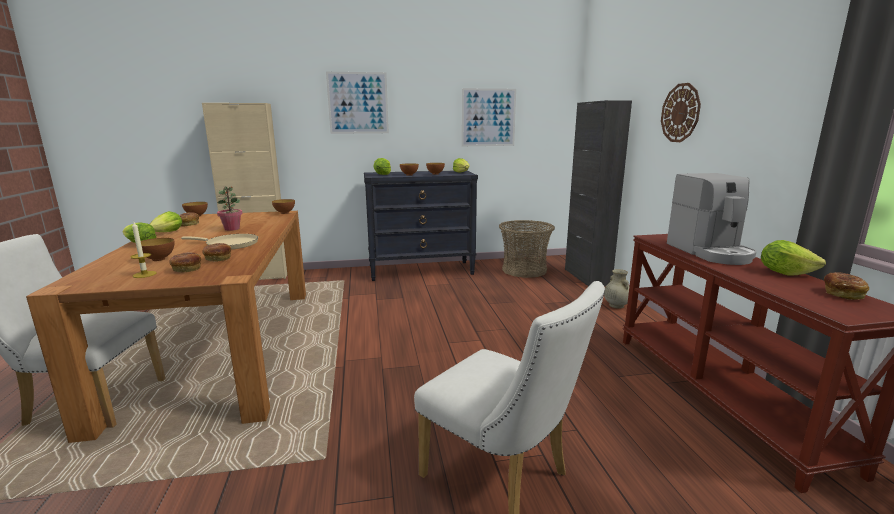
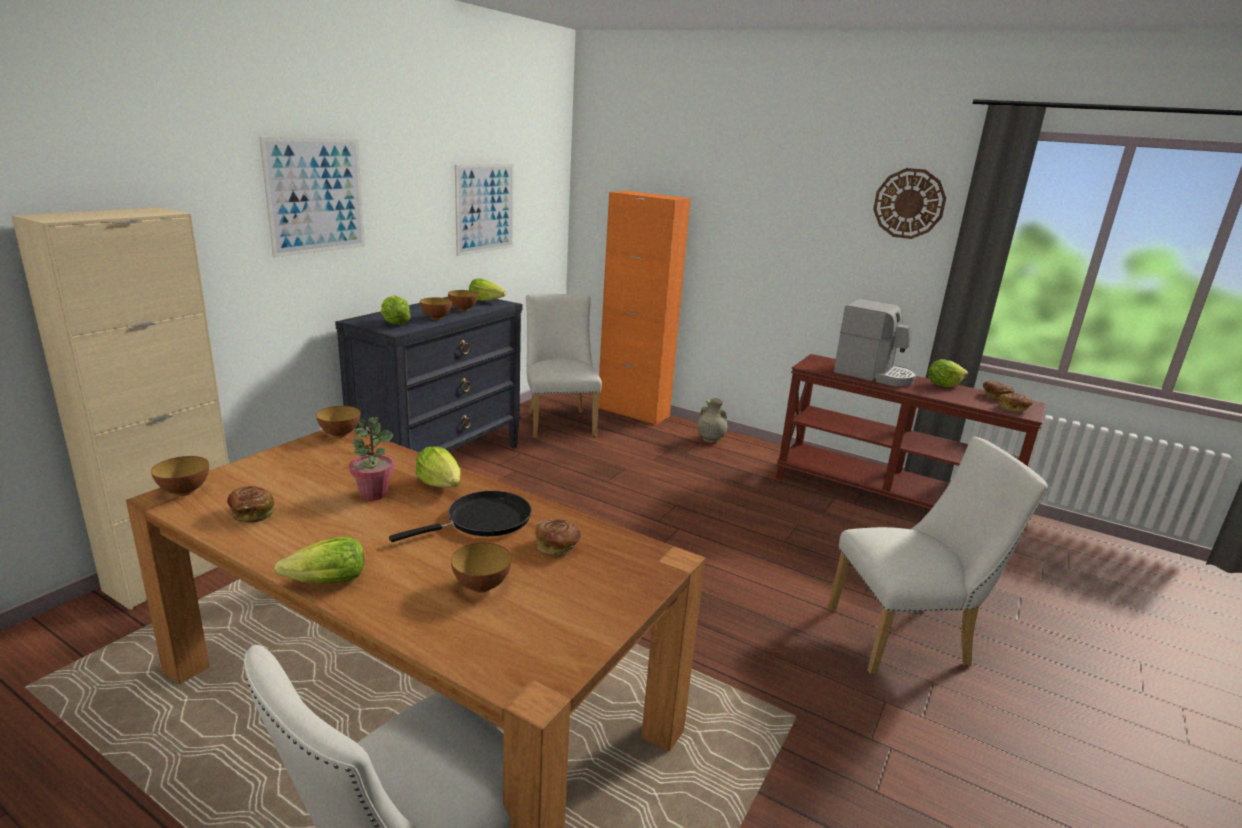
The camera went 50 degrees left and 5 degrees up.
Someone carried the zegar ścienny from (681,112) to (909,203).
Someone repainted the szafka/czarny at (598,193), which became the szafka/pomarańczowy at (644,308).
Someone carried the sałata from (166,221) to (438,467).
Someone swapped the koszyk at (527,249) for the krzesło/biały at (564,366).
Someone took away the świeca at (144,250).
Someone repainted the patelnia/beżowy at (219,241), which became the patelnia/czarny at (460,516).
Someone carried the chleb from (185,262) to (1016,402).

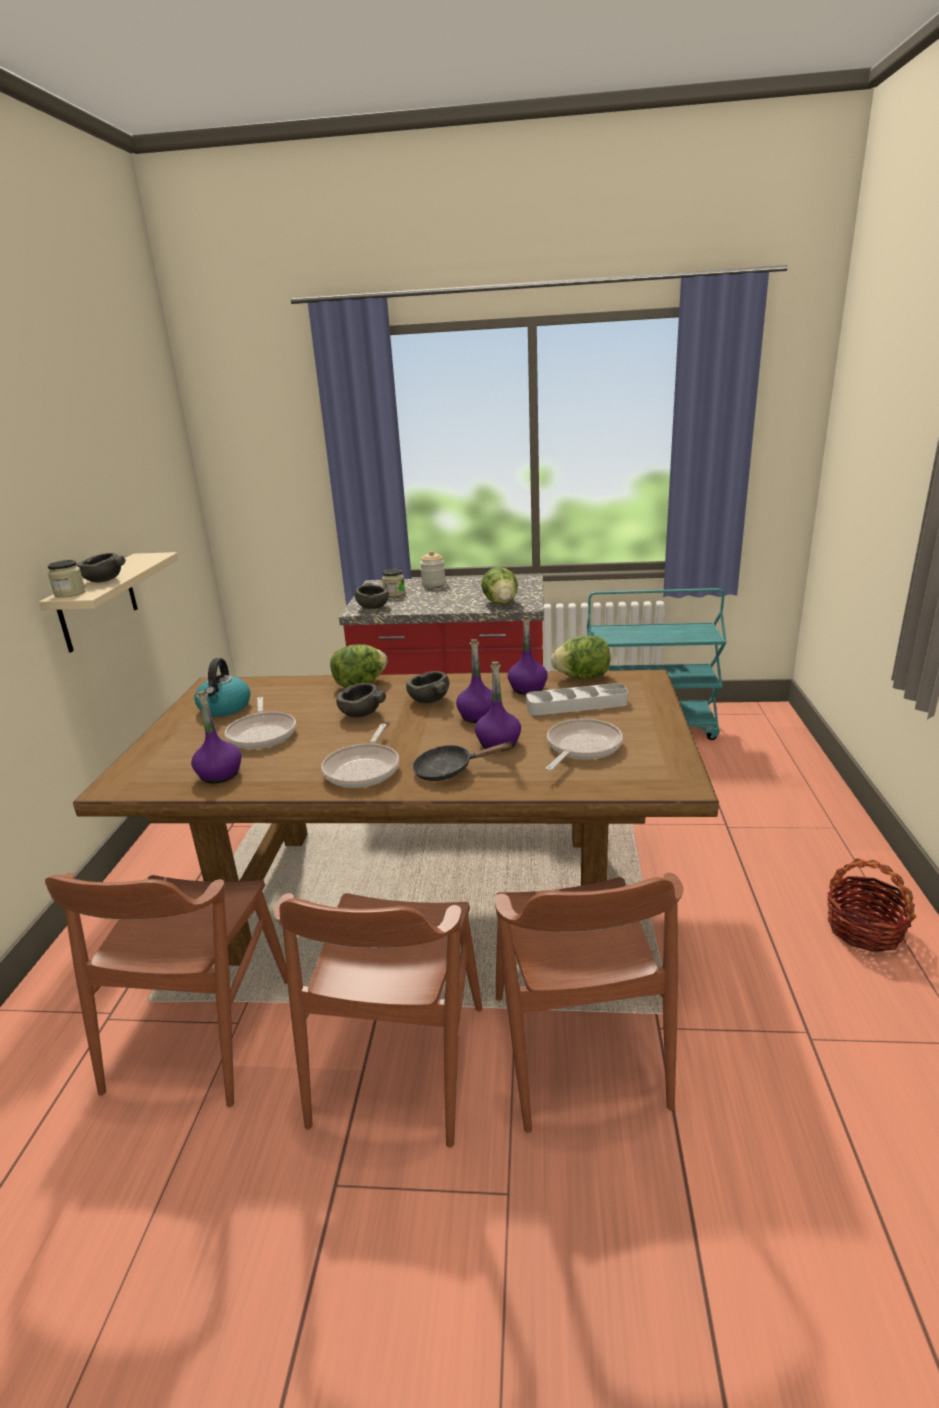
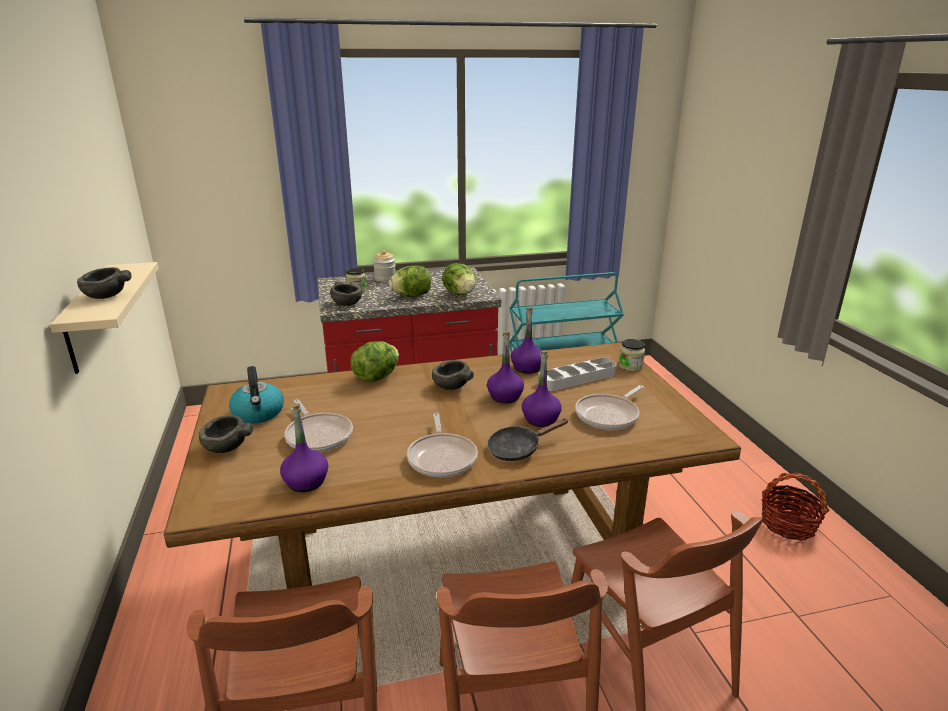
The camera went 20 degrees left and 0 degrees up.
Someone carried the słoik from (67,579) to (632,355).
Someone carried the sałata from (580,657) to (410,281).
Someone carried the miska/szary from (361,700) to (226,434).
Someone rotated the patelnia at (584,745) by 150 degrees counterclockwise.

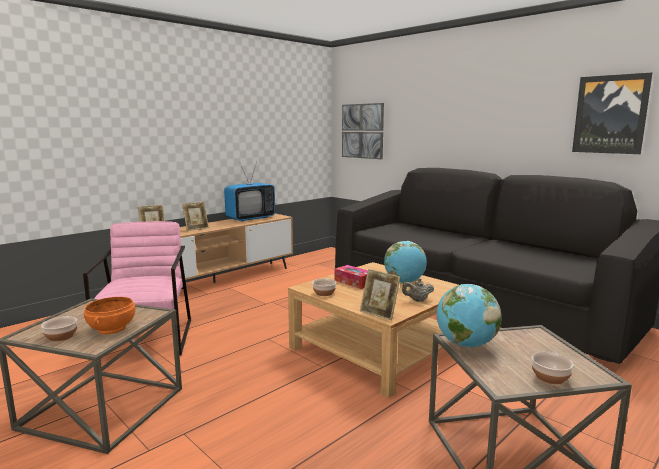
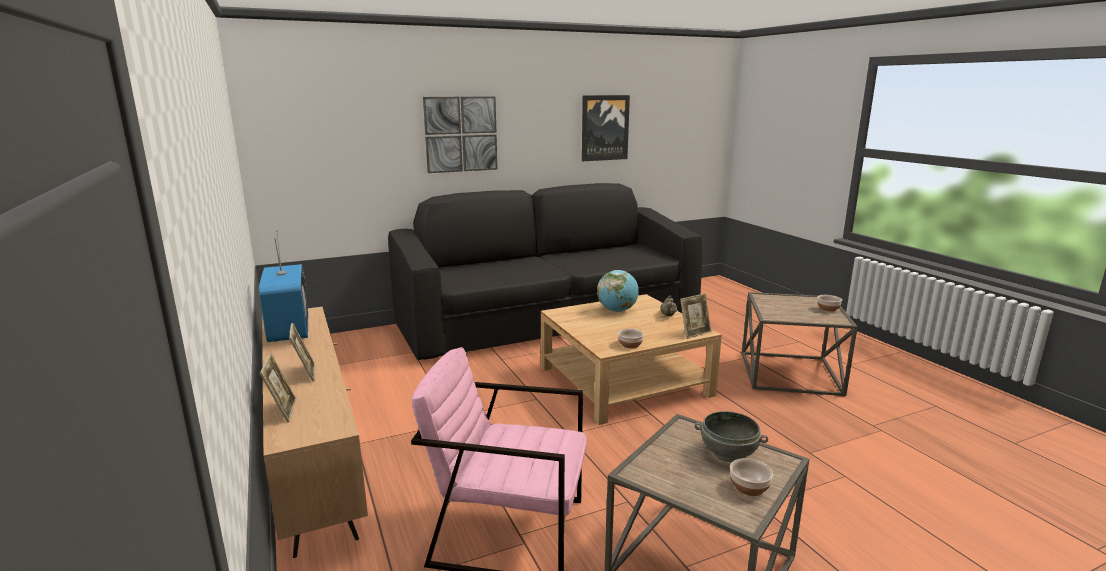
The camera went 70 degrees left and 5 degrees up.
Someone carried the obraz from (363,131) to (460,134).
Someone took away the pudełko chusteczek at (351,277).
Someone took away the globus at (469,315).
Someone repainted the miska/pomarańczowy at (109,315), which became the miska/szary at (731,436).

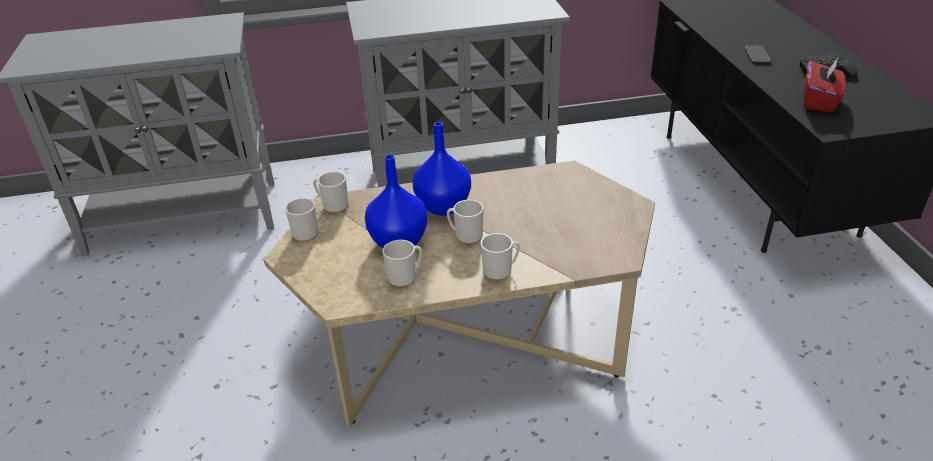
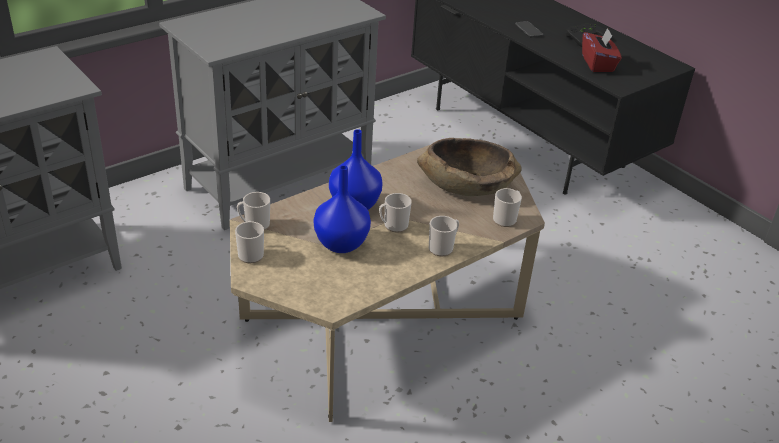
The camera went 30 degrees left and 0 degrees up.
Someone carried the kubek from (402,263) to (507,207).
Someone put down the miska/brązowy at (469,167).

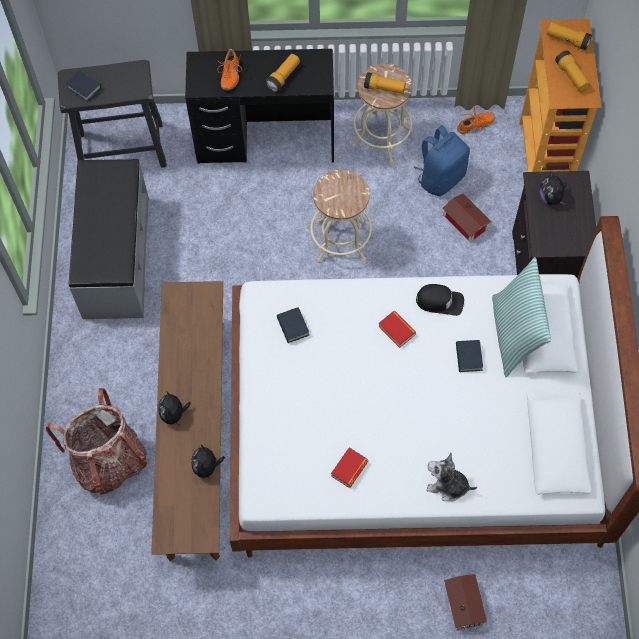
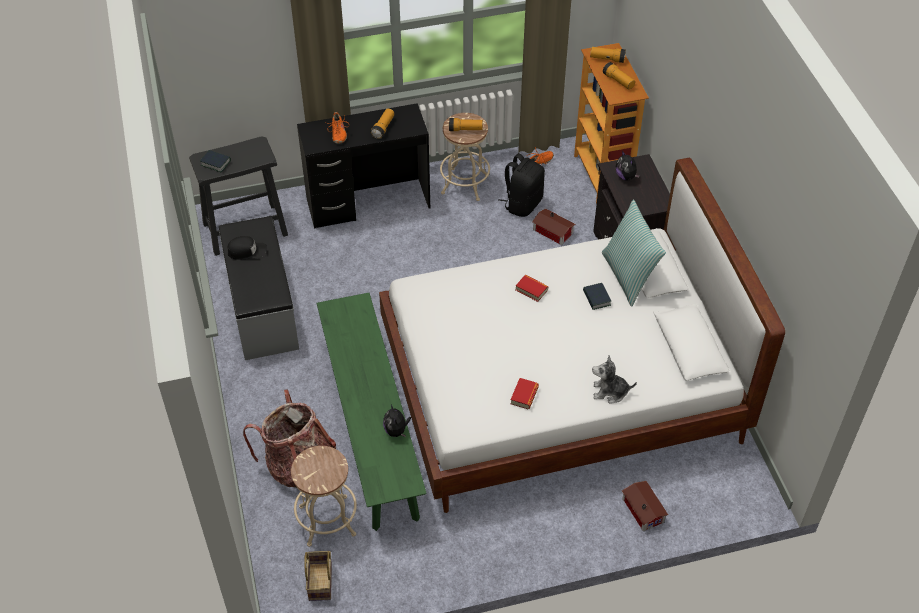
The camera went 15 degrees left and 15 degrees down.
Someone repainted the plecak/niebieski at (442,160), which became the plecak/czarny at (521,185).
Someone carried the stołek/beżowy from (341,216) to (324,496).
Someone repainted the ławka/brązowy at (187,421), which became the ławka/zielony at (372,412).
Someone carried the czapka z daszkiem/czarny from (440,300) to (247,247).
Someone took away the książka at (293,325).
Someone took away the pluszak at (174,408).
Someone put down the koszyk at (318,576).

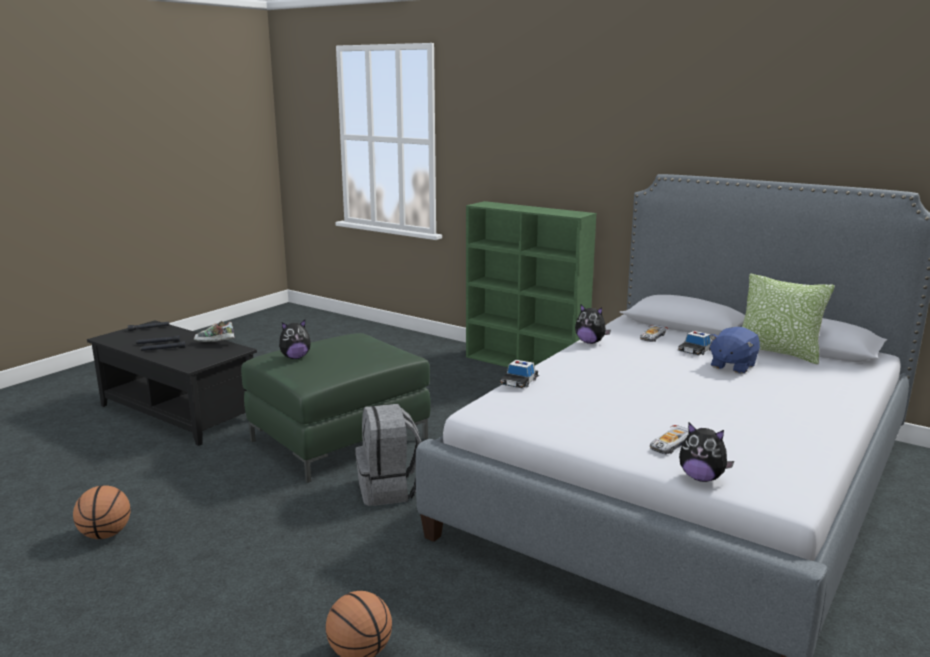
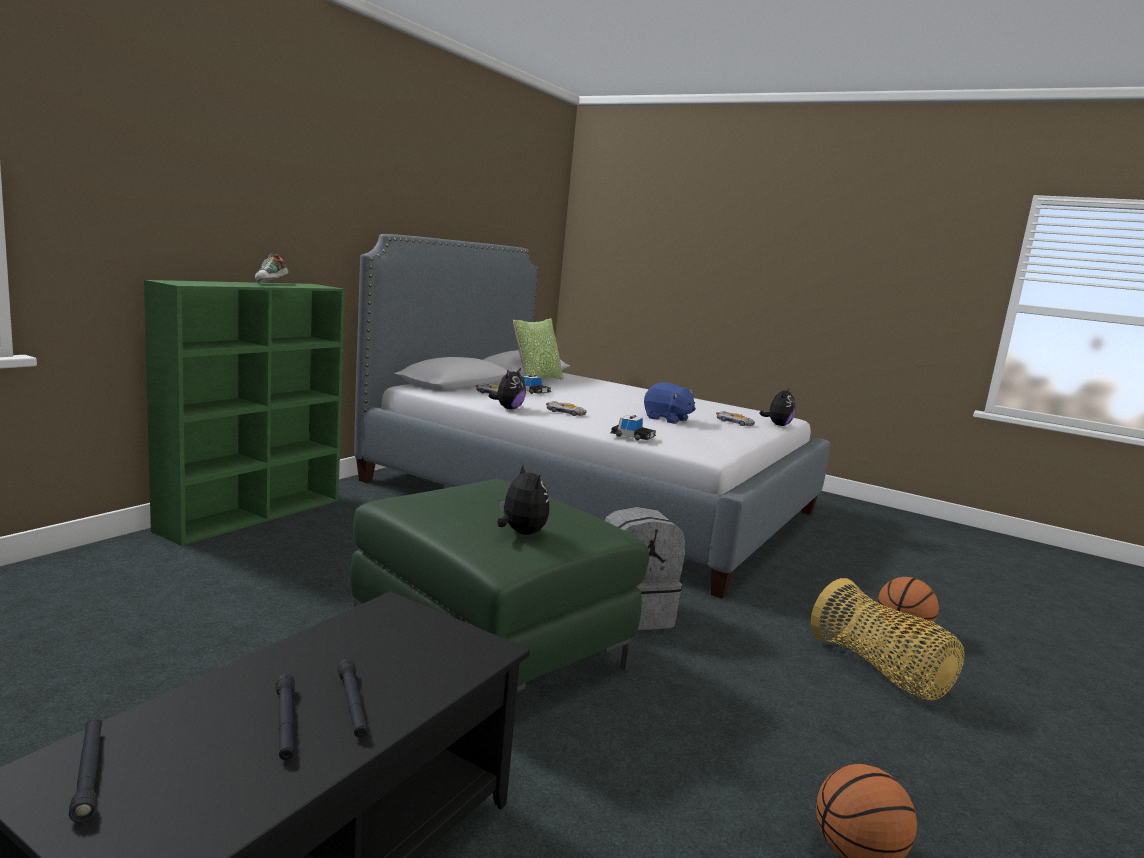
The camera went 95 degrees left and 5 degrees down.
Someone carried the but from (214,331) to (272,268).
Someone carried the pluszak/niebieski from (734,350) to (670,403).
Someone put down the samochodzik at (566,408).
Someone put down the koszyk at (888,639).

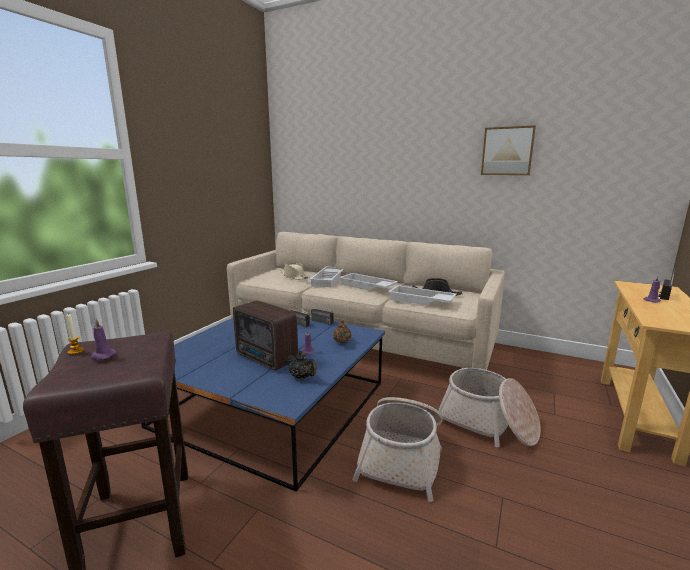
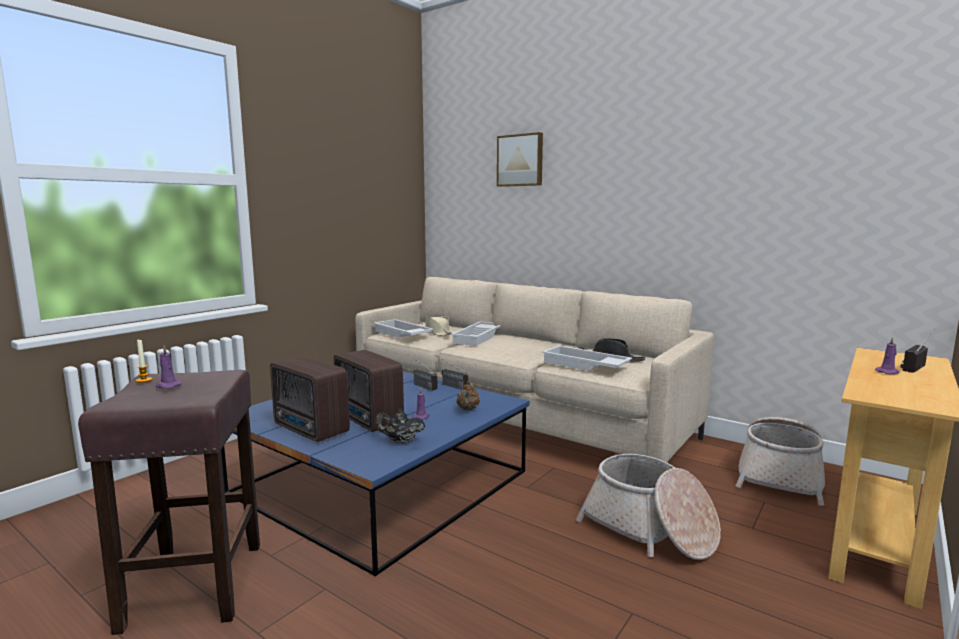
The camera went 10 degrees right and 5 degrees down.
Someone carried the obraz from (508,150) to (520,159).
Someone carried the taca/biały from (368,281) to (403,328).
Someone rotated the imbryk/czarny at (301,365) by 135 degrees clockwise.
Someone carried the koszyk from (397,449) to (780,461).
Someone put down the radio at (310,399).

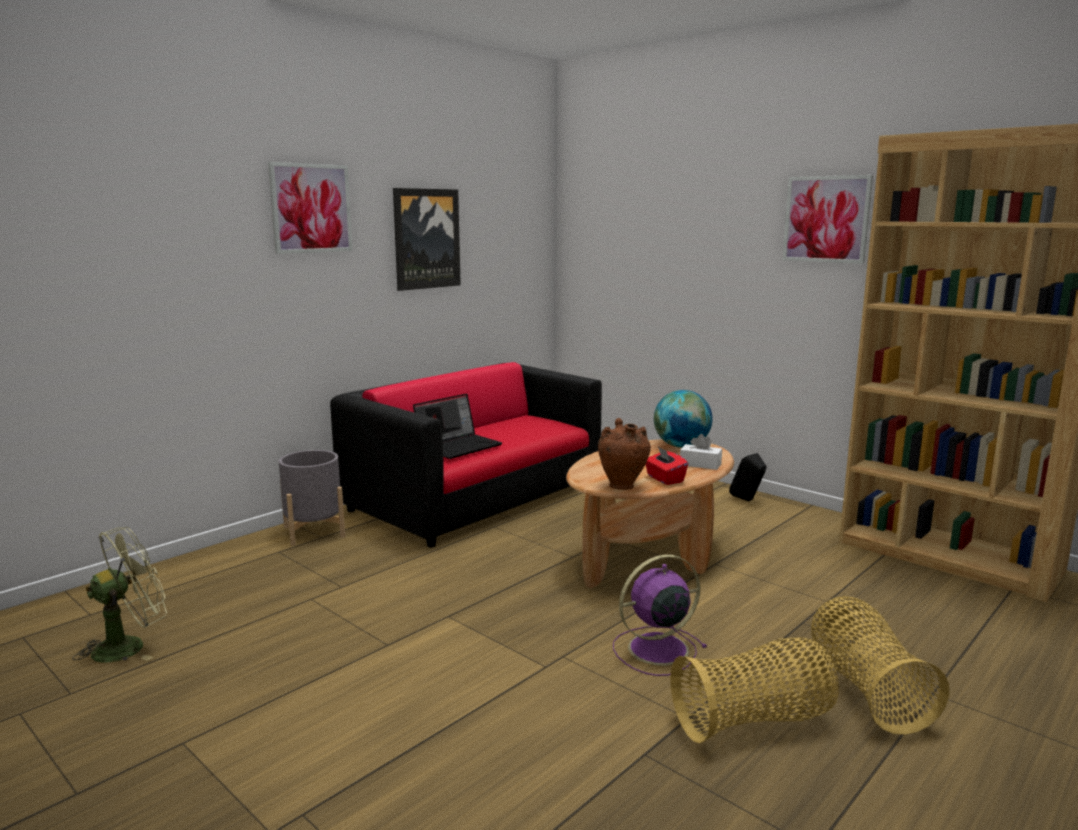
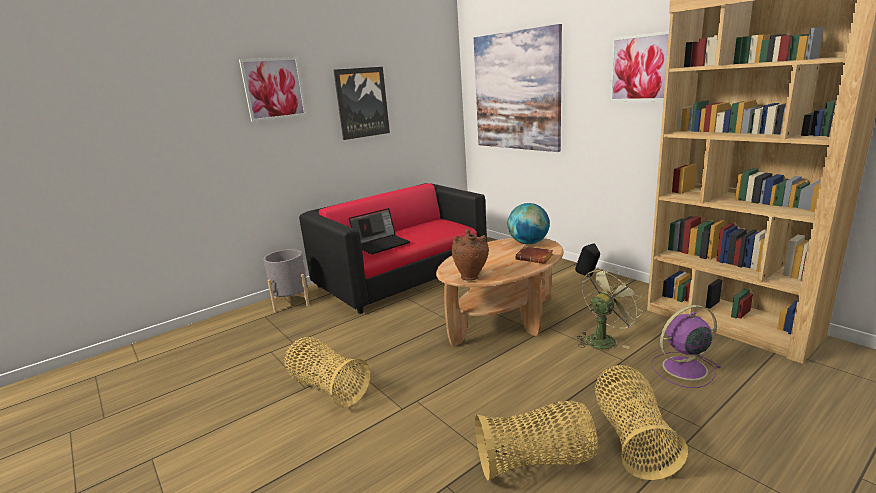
The camera went 10 degrees right and 5 degrees up.
Someone swapped the pudełko chusteczek/biały at (701,452) for the książka/brązowy at (534,255).
Someone took away the pudełko chusteczek/czerwony at (666,466).
Someone carried the wentylator/zielony from (119,595) to (610,308).
Someone carried the wentylator/fioletowy from (660,615) to (686,346).
Someone put up the obraz at (518,88).
Someone put down the koszyk at (327,372).

